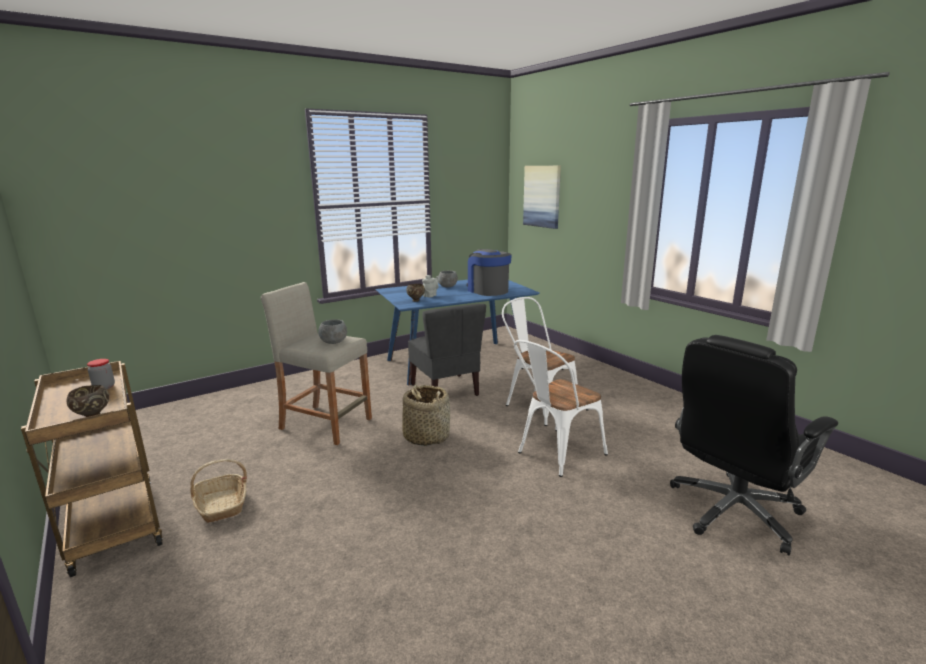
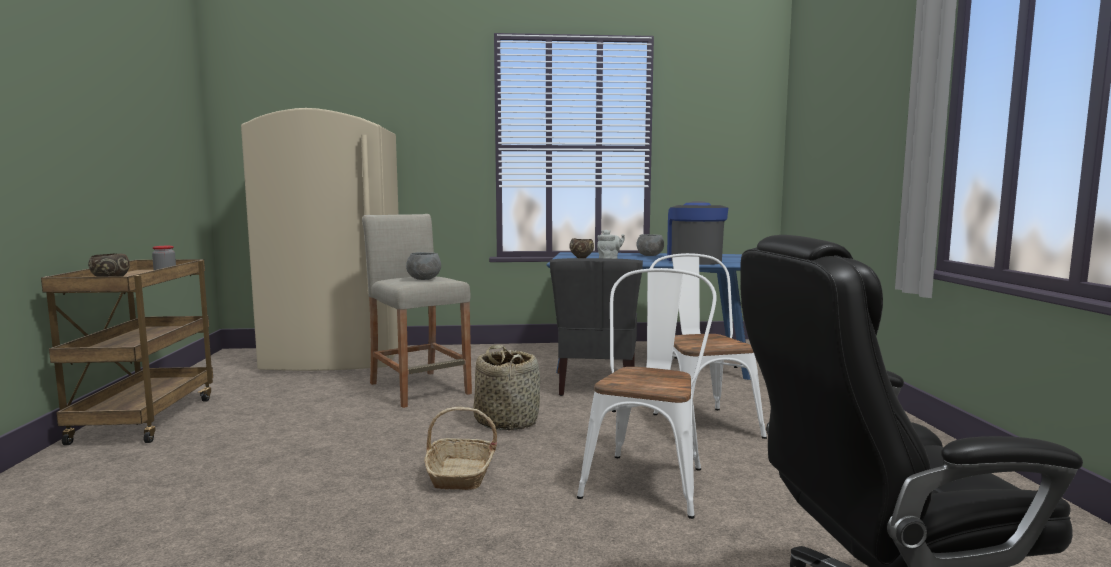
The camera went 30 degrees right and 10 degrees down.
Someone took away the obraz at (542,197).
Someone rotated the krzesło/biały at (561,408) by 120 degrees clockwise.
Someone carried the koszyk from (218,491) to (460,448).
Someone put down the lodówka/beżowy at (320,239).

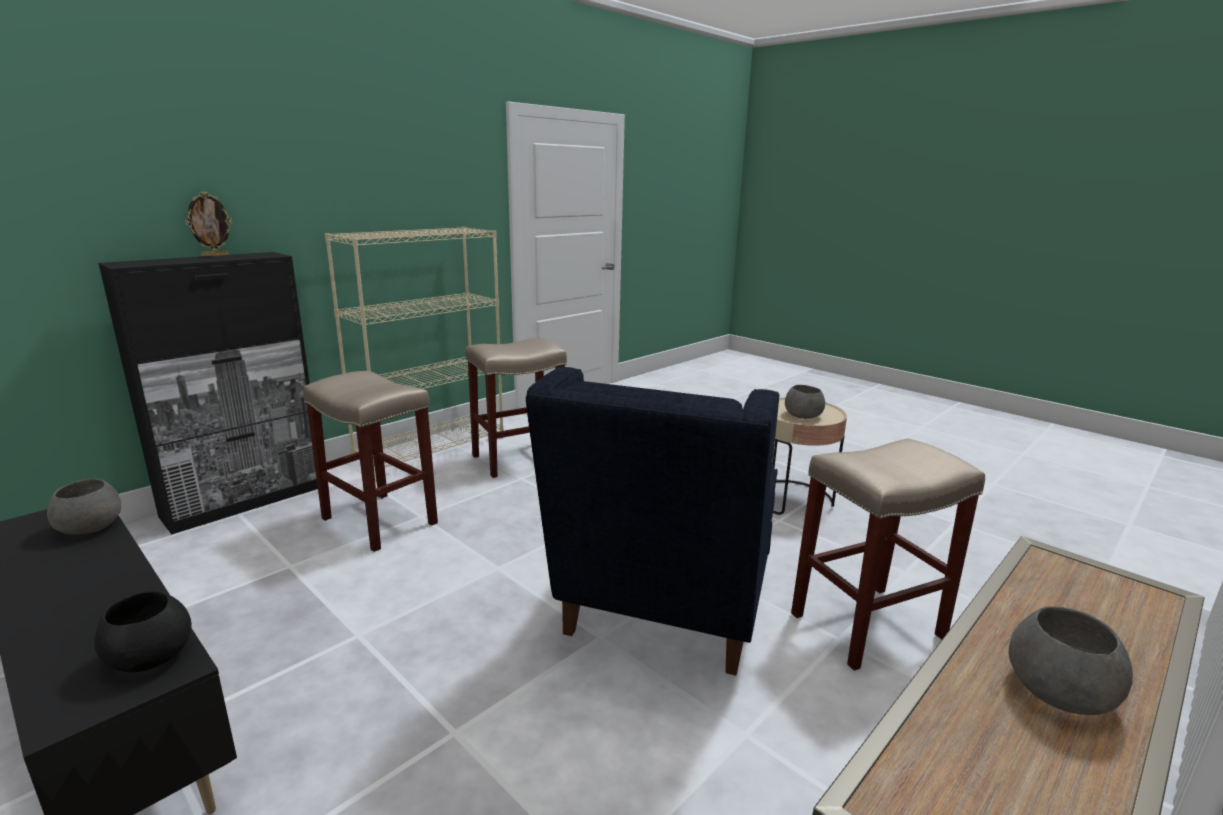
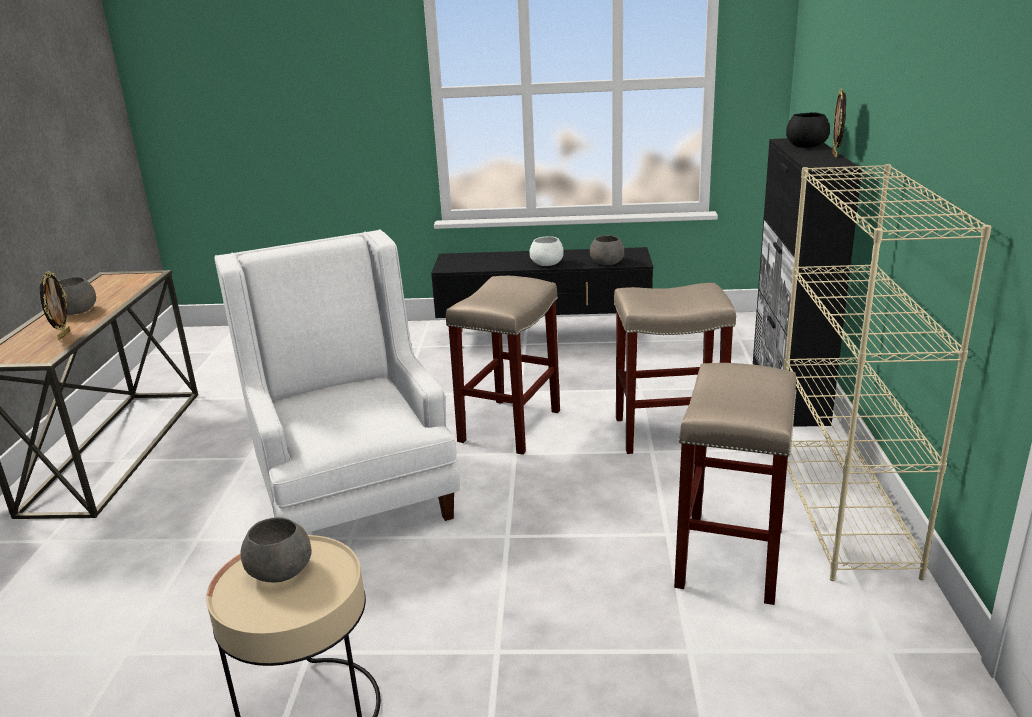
The camera went 140 degrees right and 5 degrees up.
Someone repainted the fotel/niebieski at (652,521), which became the fotel/biały at (337,381).
Someone carried the stołek/beżowy from (888,554) to (503,365).
Someone carried the miska/czarny from (143,631) to (808,130).
Someone put down the miska/biały at (547,251).
Someone put down the ramka na zdjęcie at (55,305).

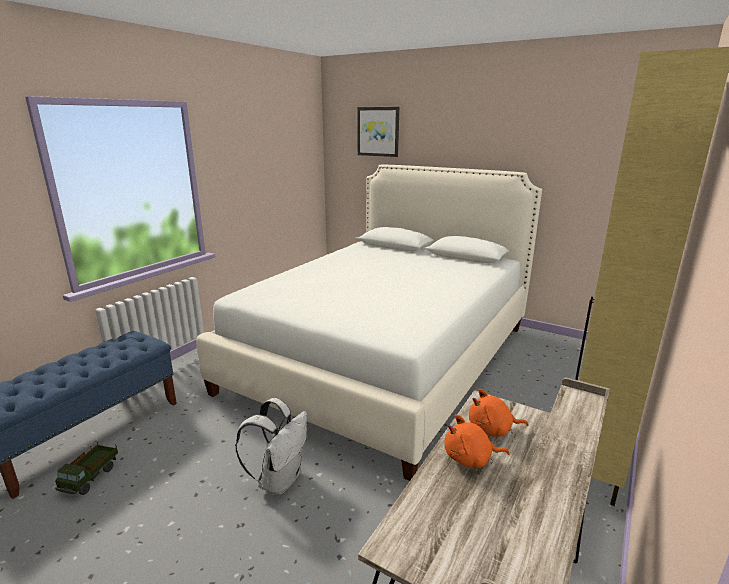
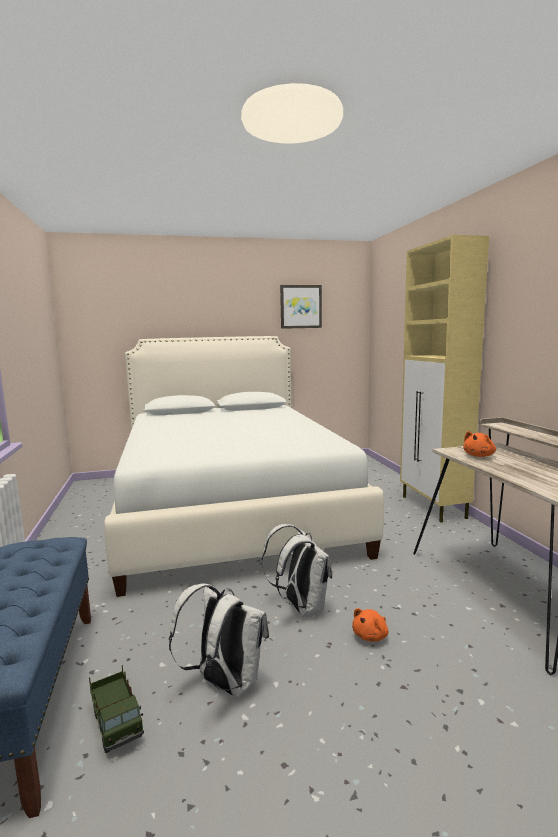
The camera went 45 degrees left and 10 degrees down.
Someone carried the obraz from (378,132) to (301,307).
Someone carried the pluszak/pomarańczowy from (477,441) to (370,625).
Someone put down the plecak/biały at (219,640).

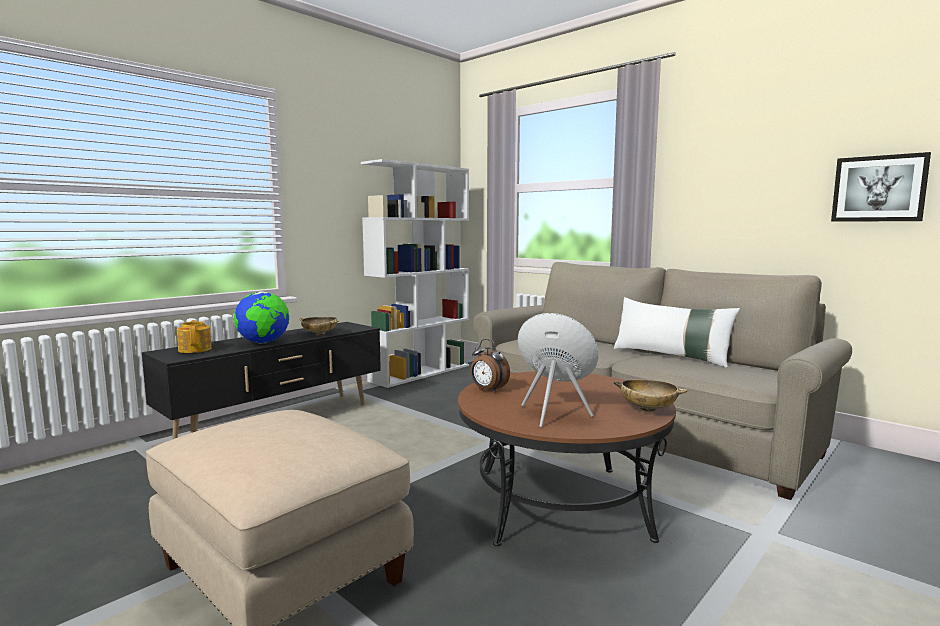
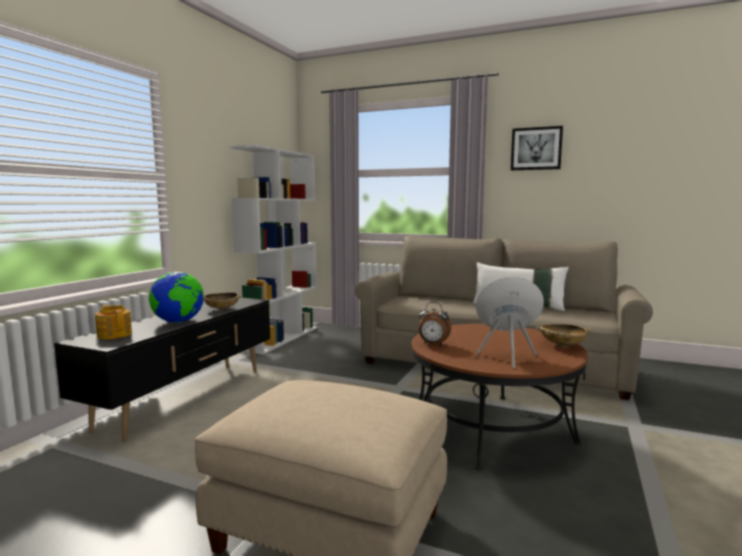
The camera went 20 degrees left and 0 degrees up.
Someone carried the obraz from (881,187) to (537,148).

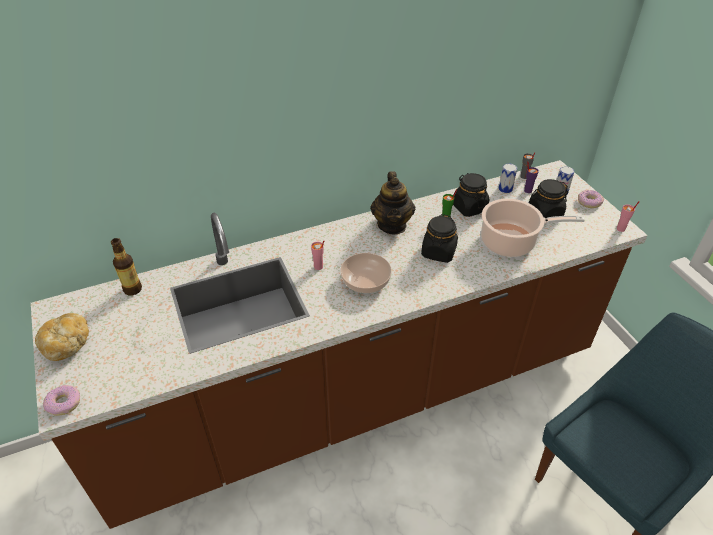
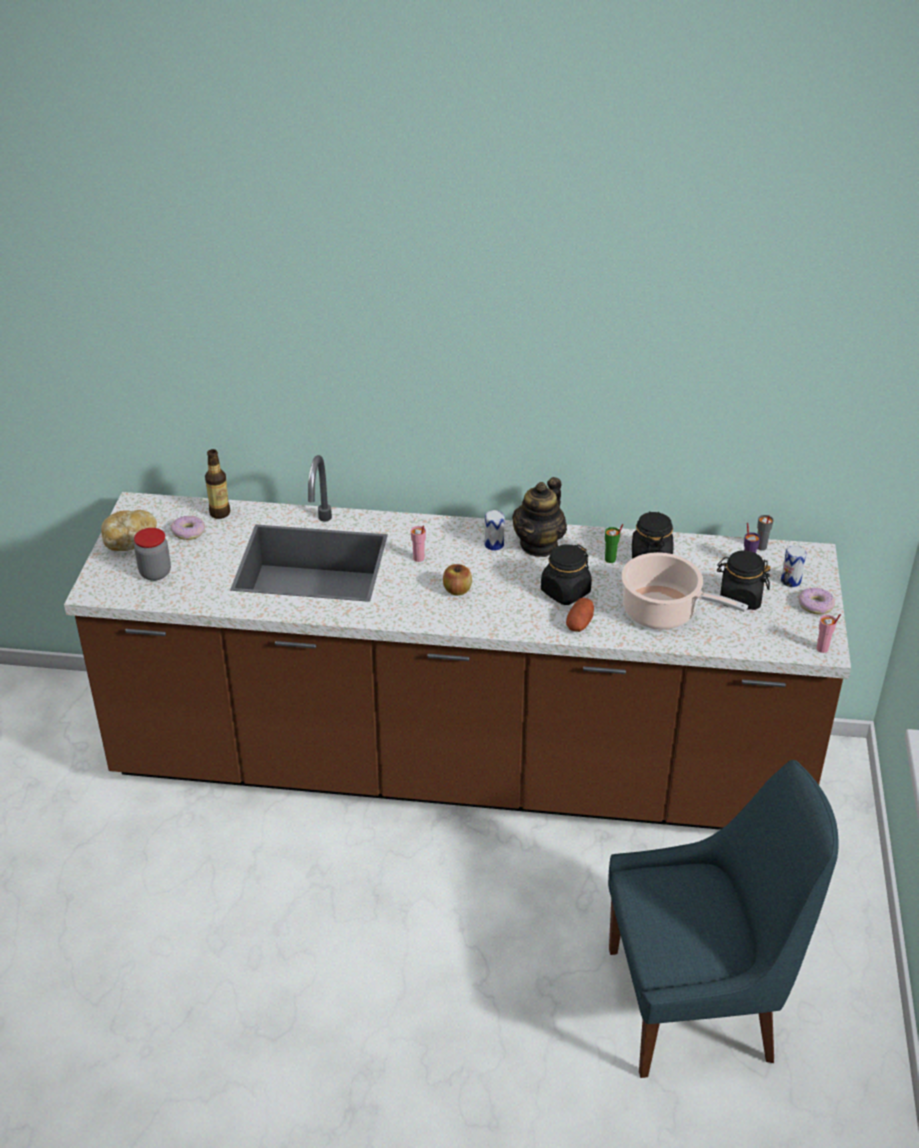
The camera went 30 degrees right and 5 degrees down.
Someone carried the puszka from (508,178) to (495,530).
Someone swapped the miska at (366,273) for the jabłko at (457,580).
Someone carried the donut from (61,400) to (188,528).
Someone put down the słoik at (152,554).
Someone put down the ziemniak at (580,615).

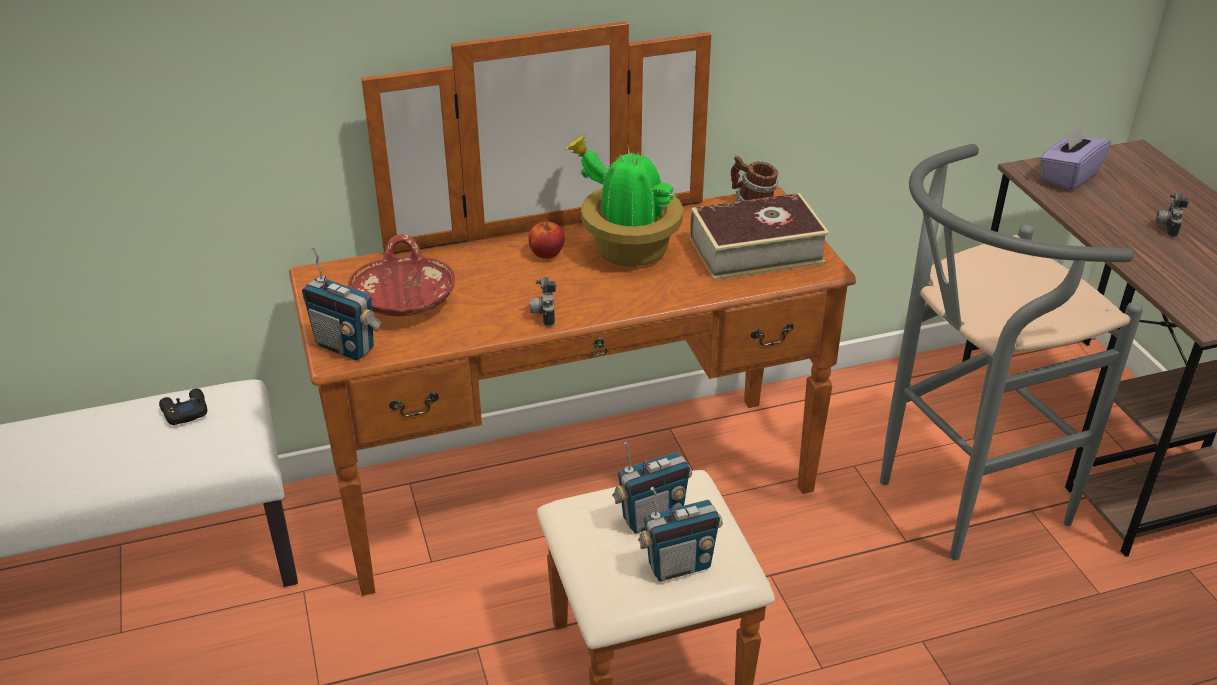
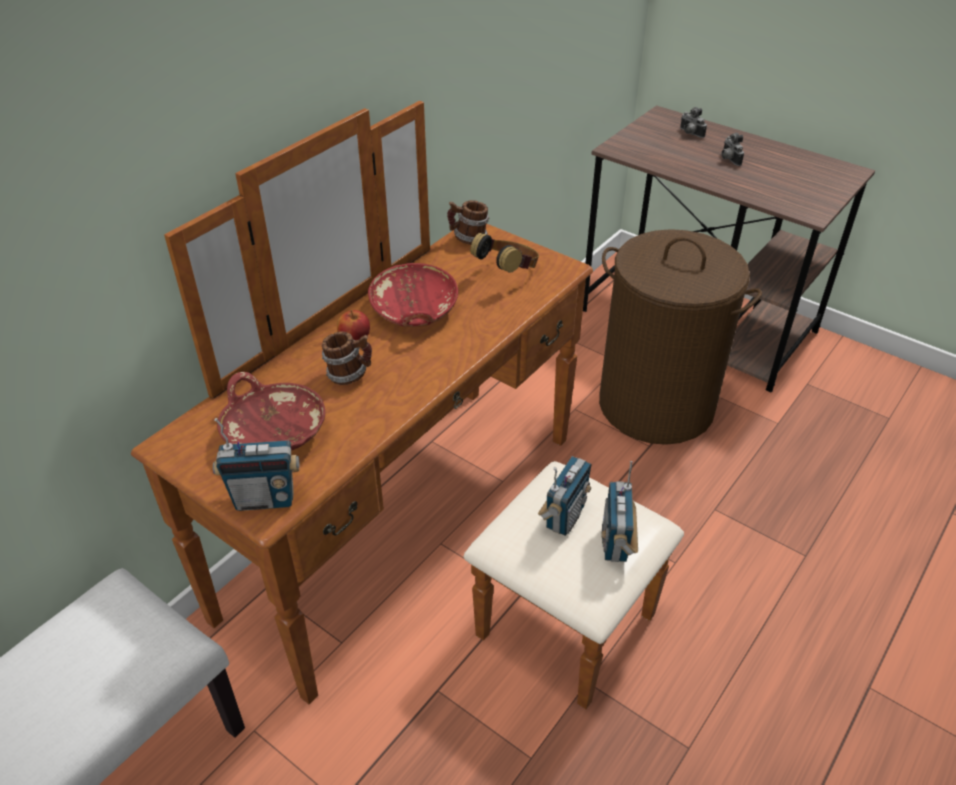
The camera went 35 degrees left and 5 degrees up.
Someone took away the pudełko chusteczek/fioletowy at (1075,157).
Someone swapped the roślina doniczkowa at (624,201) for the miska/czerwony at (413,295).
Someone swapped the stołek/szary at (1011,352) for the kosz na pranie/brązowy at (680,337).
Someone swapped the książka at (759,237) for the słuchawki at (504,252).
Someone carried the aparat fotograficzny from (542,302) to (693,122).
Someone took away the pad do gier/czarny at (183,407).
Someone rotated the radio at (680,534) by 150 degrees clockwise.
Someone put down the kubek at (347,358).

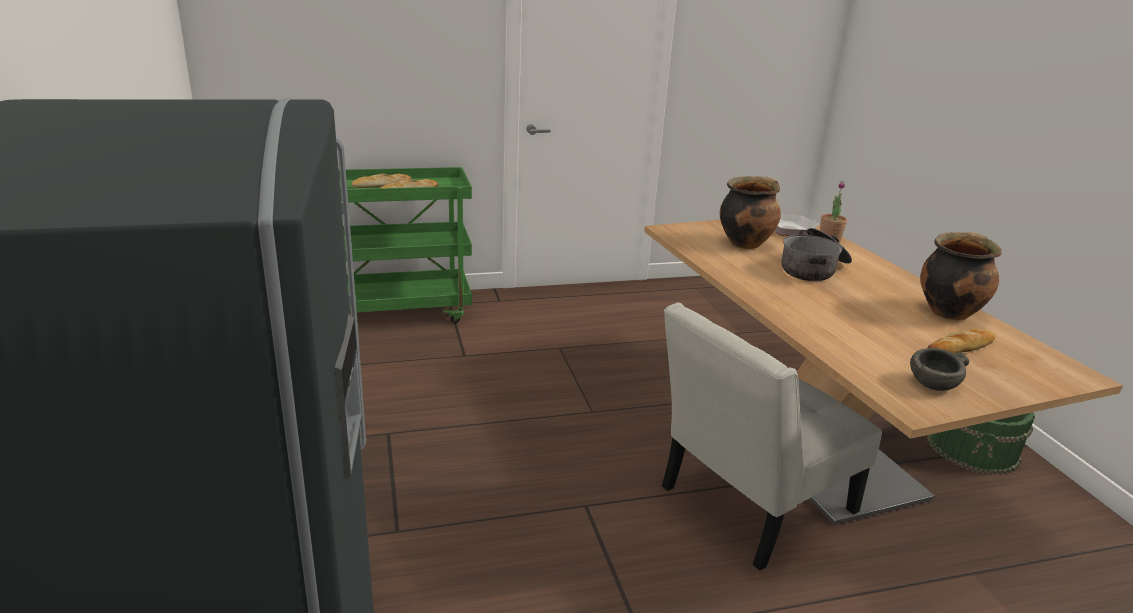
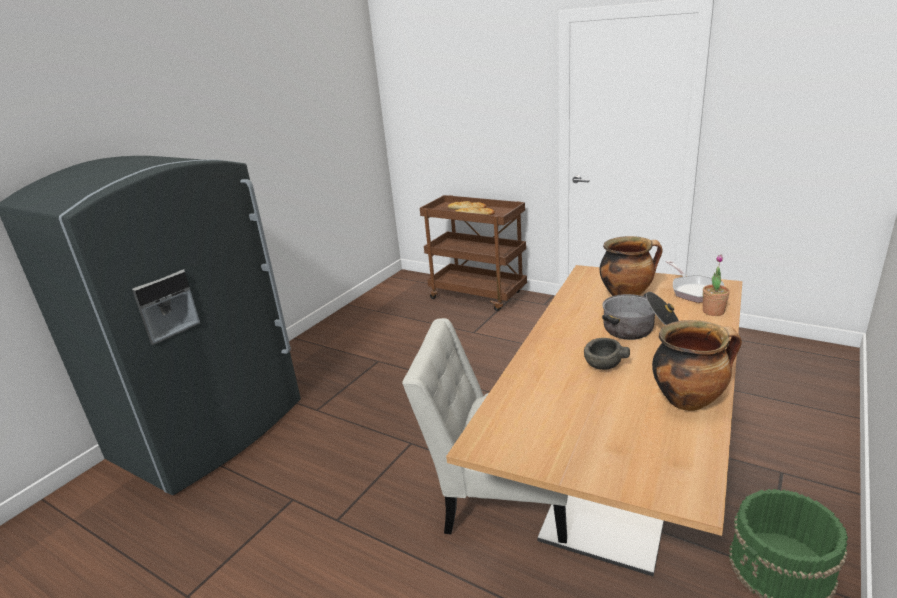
The camera went 50 degrees right and 0 degrees up.
Someone repainted the wózek/zielony at (405,245), which became the wózek/brązowy at (473,253).
Someone took away the chleb at (962,341).
Someone carried the miska/szary from (939,369) to (607,354).

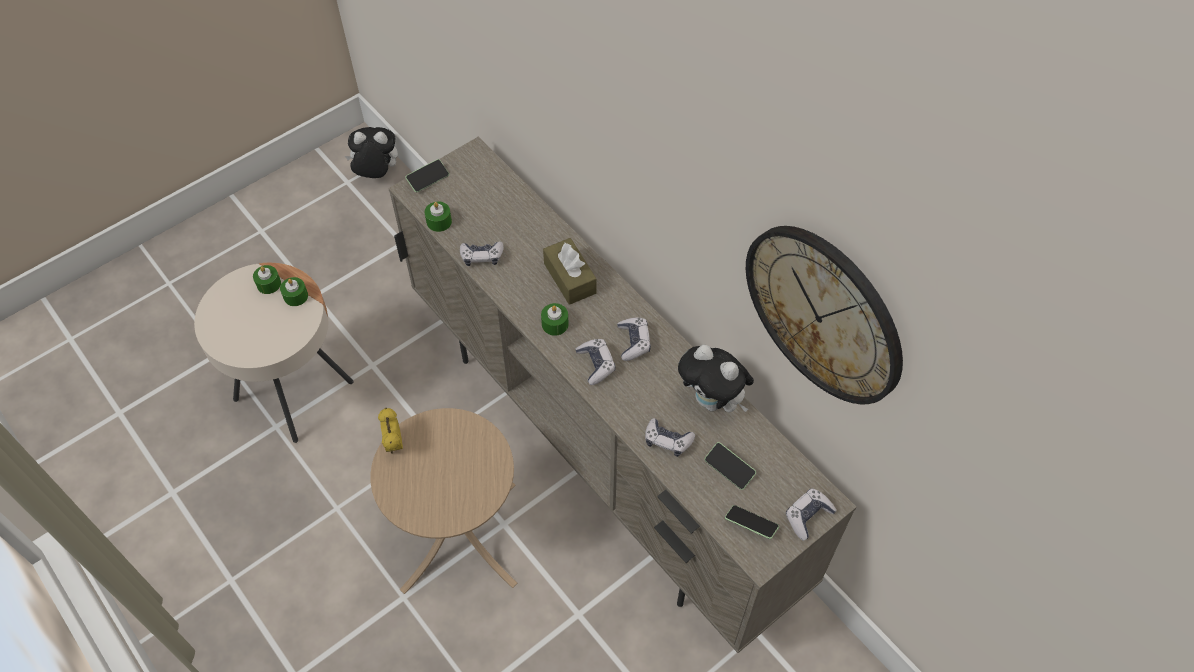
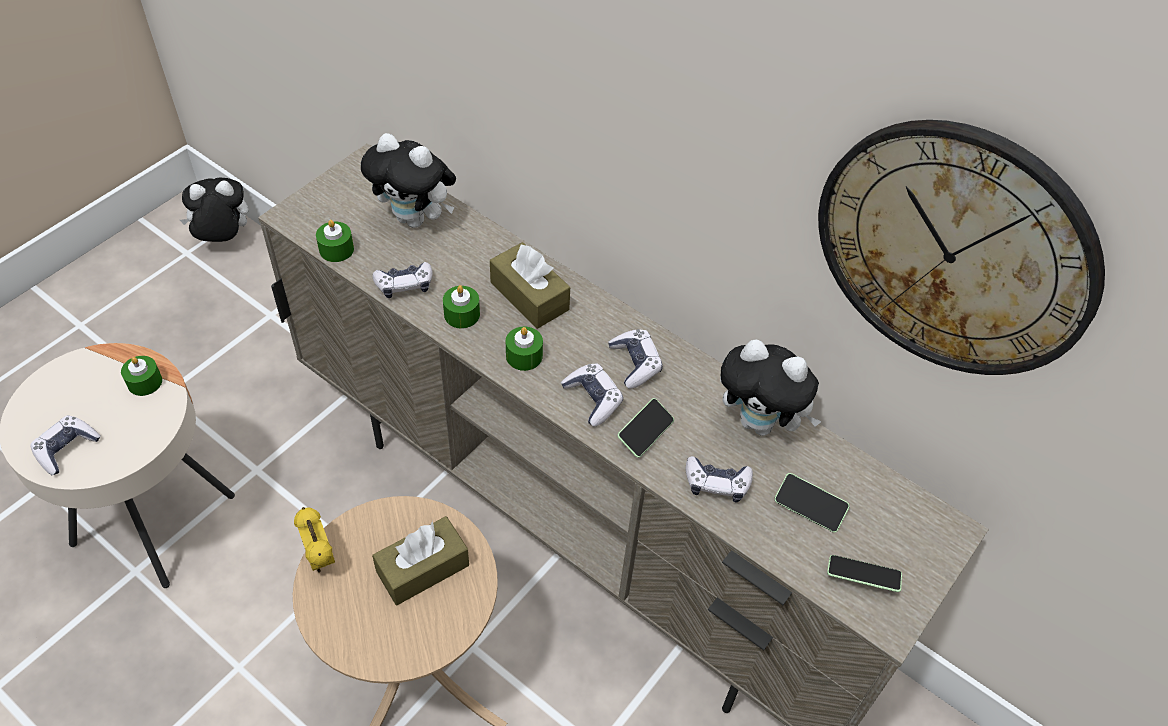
The camera went 15 degrees left and 5 degrees down.
Someone carried the telefon from (427,175) to (646,428).
Someone carried the świeca/zielony from (267,279) to (461,307).
Someone carried the pad do gier from (811,514) to (65,445).
Someone put down the pluszak at (408,180).
Someone put down the pudełko chusteczek/brązowy at (420,560).

